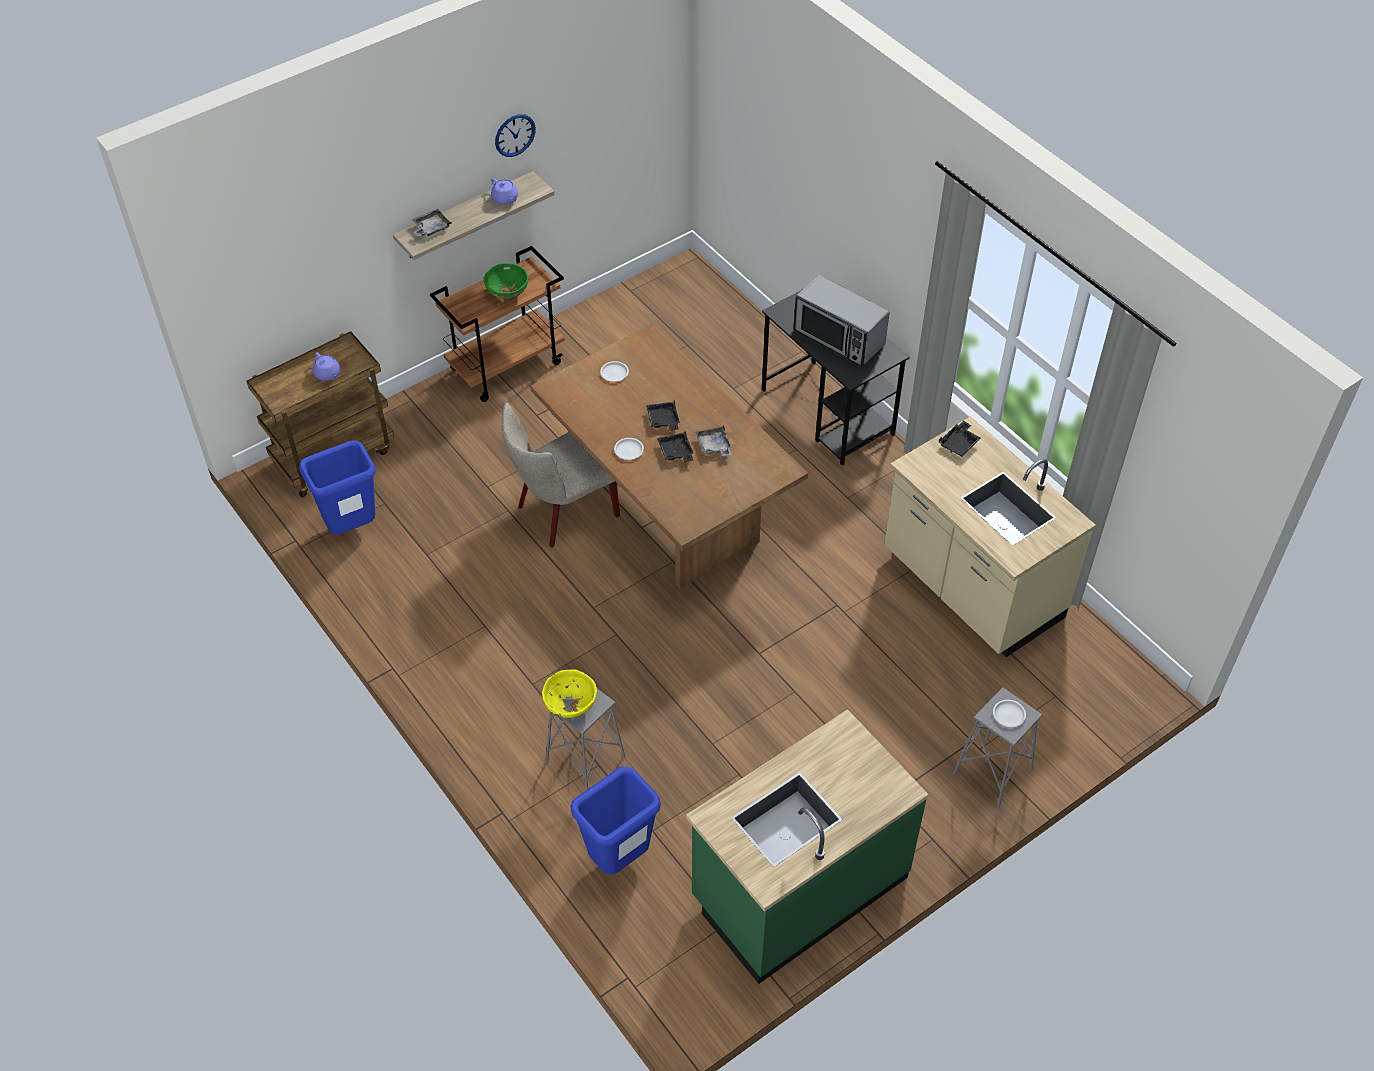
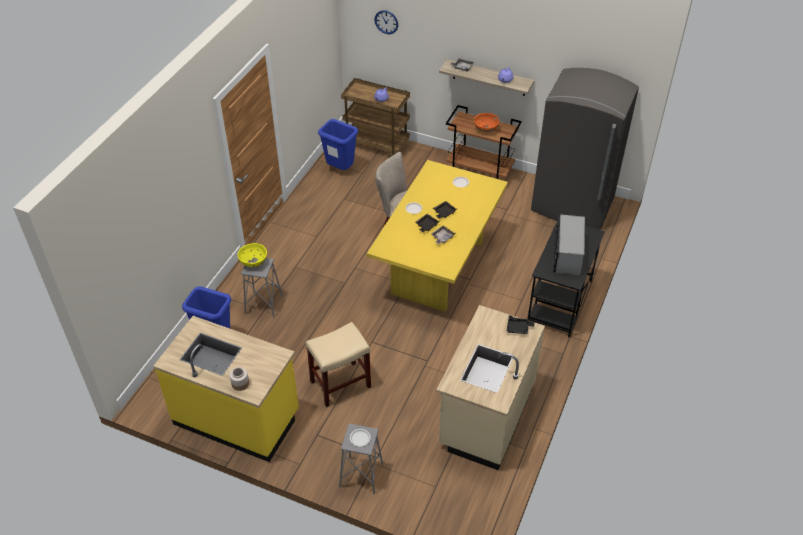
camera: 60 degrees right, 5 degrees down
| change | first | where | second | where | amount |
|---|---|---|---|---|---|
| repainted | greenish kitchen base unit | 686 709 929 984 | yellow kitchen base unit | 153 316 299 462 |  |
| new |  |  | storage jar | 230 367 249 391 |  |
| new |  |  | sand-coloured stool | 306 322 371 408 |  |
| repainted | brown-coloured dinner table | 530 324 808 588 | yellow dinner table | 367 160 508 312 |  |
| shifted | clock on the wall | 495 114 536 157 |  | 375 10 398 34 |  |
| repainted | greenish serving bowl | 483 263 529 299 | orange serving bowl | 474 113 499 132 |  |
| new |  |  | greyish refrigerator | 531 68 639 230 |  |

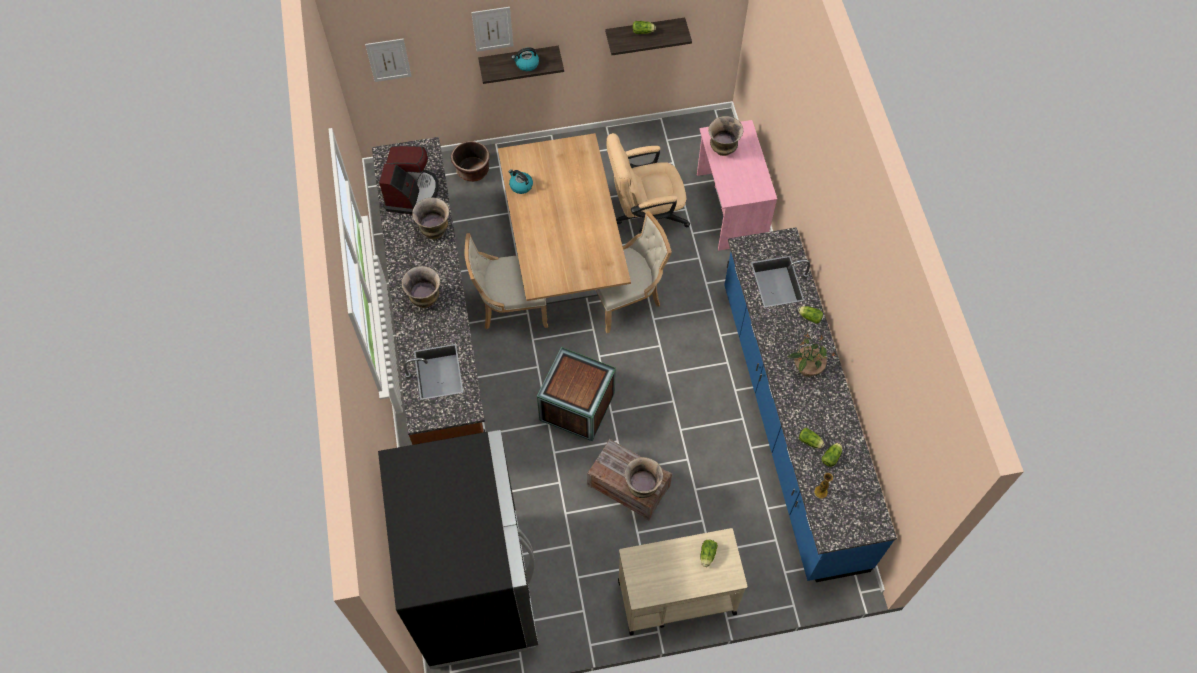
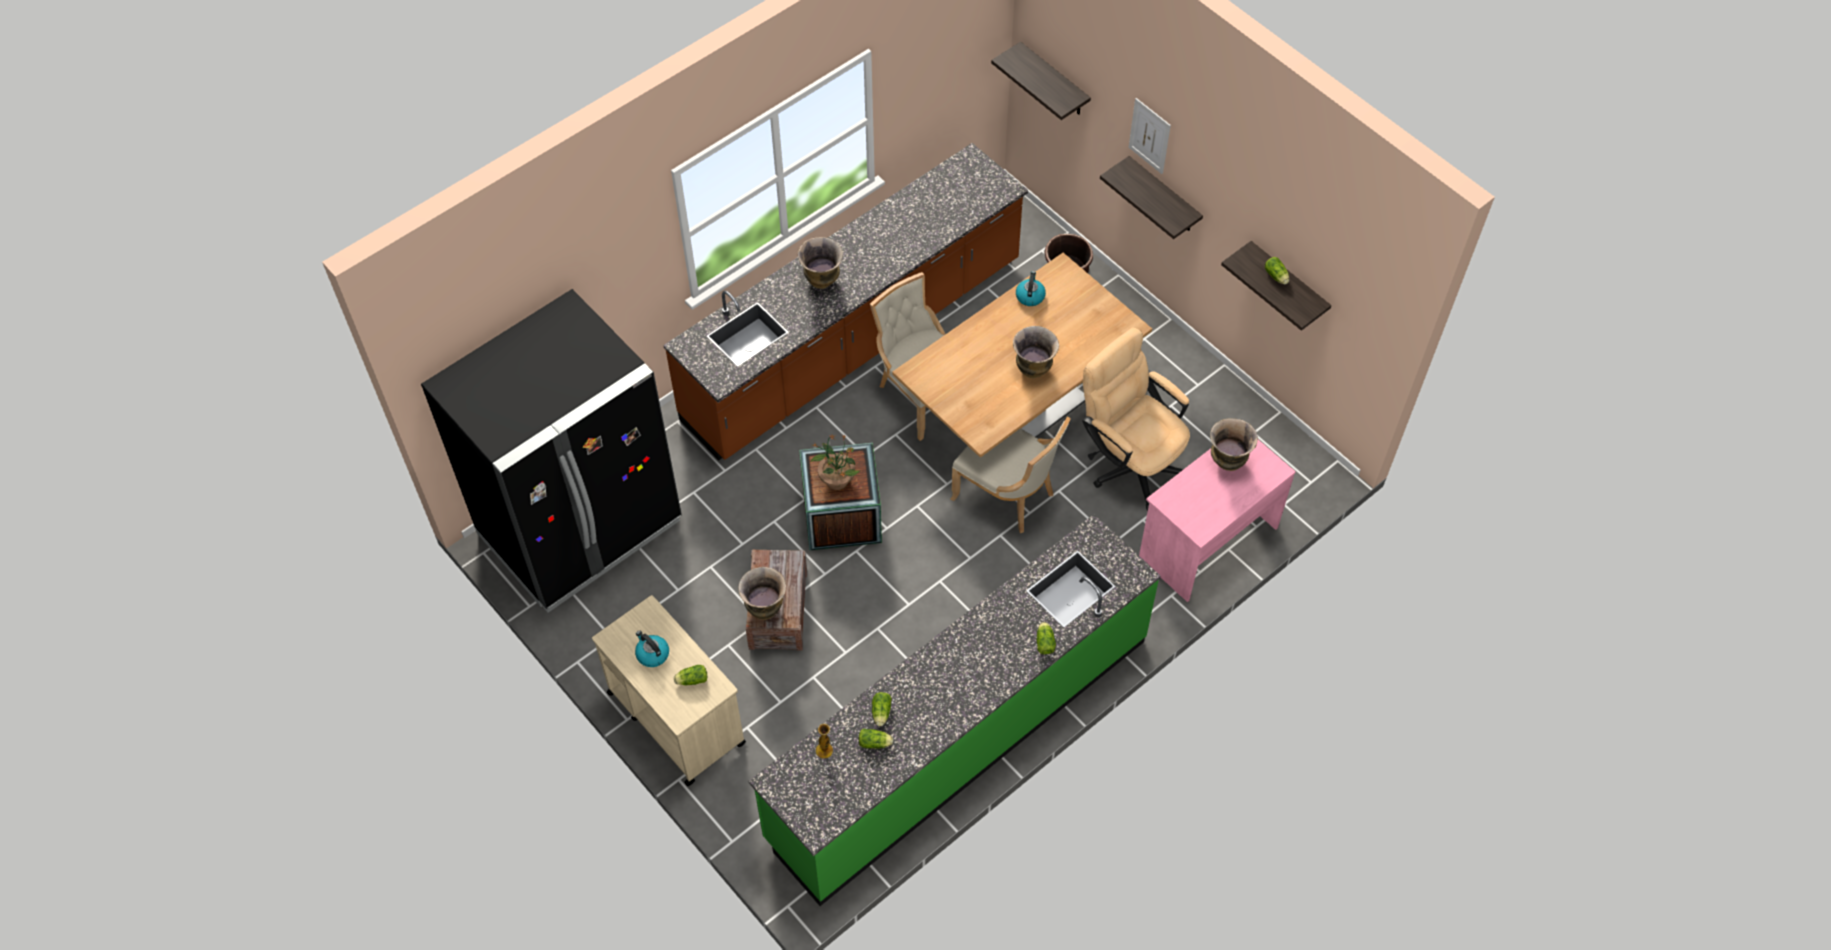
camera: 60 degrees right, 5 degrees down
| change | first | where | second | where | amount |
|---|---|---|---|---|---|
| shifted | water kettle | 512 48 539 71 |  | 635 631 669 667 |  |
| repainted | blue kitchen base unit | 724 227 897 582 | greenish kitchen base unit | 749 514 1160 906 |  |
| shifted | houseplant | 787 333 836 377 |  | 811 434 859 490 |  |
| swapped | wall art | 365 38 412 82 | bracket shelf | 991 42 1091 120 |  |
| shifted | flower vase | 412 198 449 239 |  | 1013 326 1059 378 |  |
| gone | coffee maker | 379 146 438 214 |  |  |  |

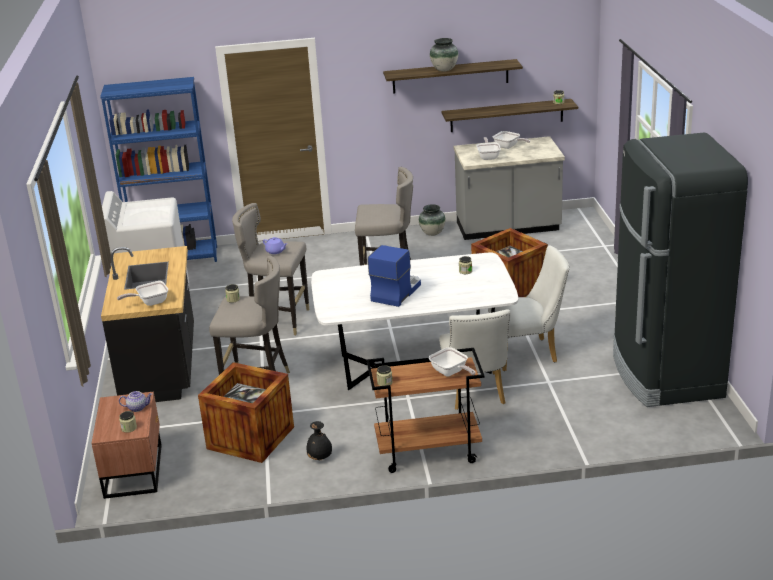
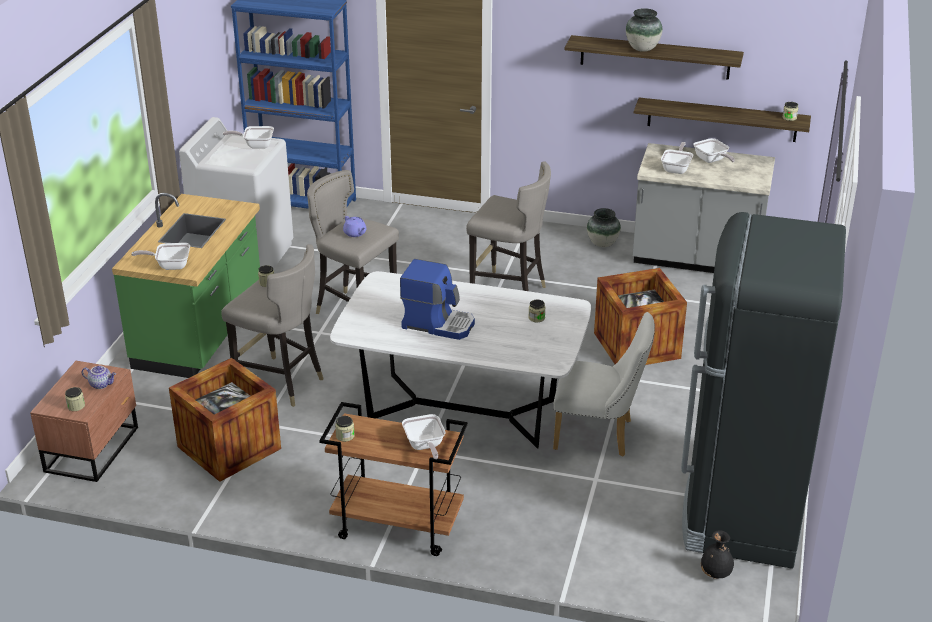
camera: 20 degrees right, 5 degrees up
| change | first | where | second | where | amount |
|---|---|---|---|---|---|
| repainted | black-coloured kitchen base unit | 101 246 194 402 | greenish kitchen base unit | 112 193 260 378 |  |
| new |  |  | frying pan | 223 126 274 149 |  |
| rotated | coffee maker | 368 245 421 307 |  | 400 259 475 340 | 60 degrees clockwise |
| shifted | black-coloured flower vase | 306 421 332 460 |  | 701 530 734 579 |  |
| gone | white-coloured plain chair | 439 309 510 410 |  |  |  |

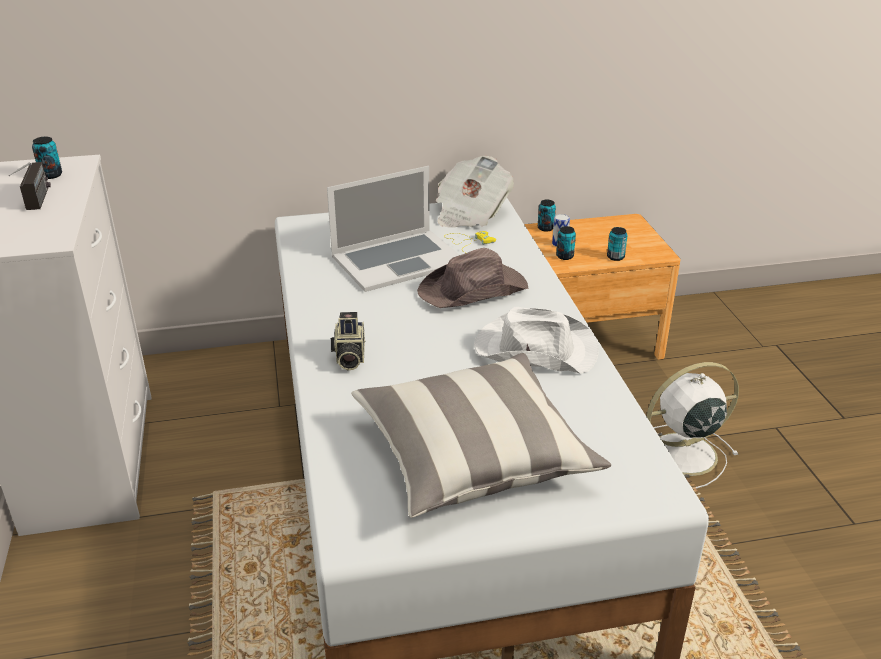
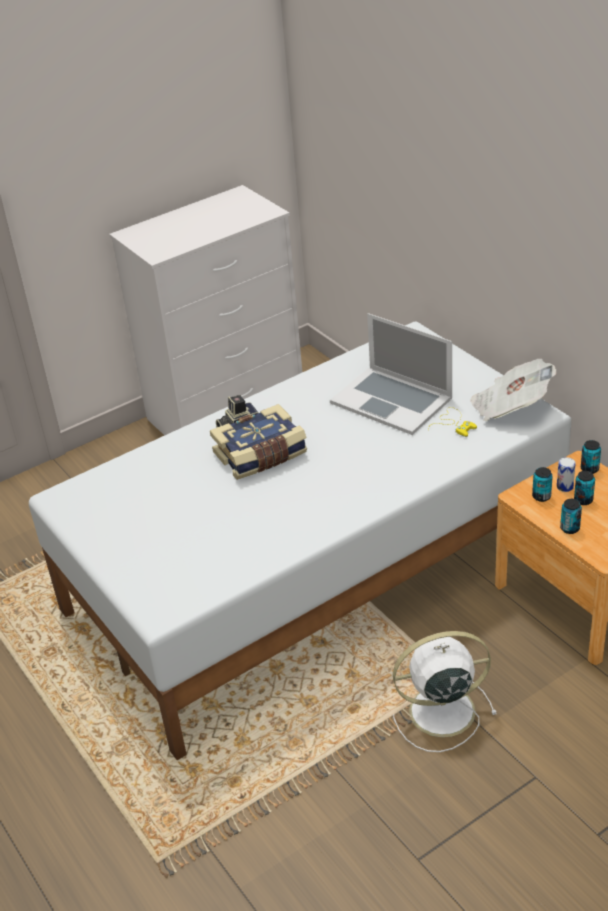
camera: 70 degrees right, 5 degrees up
| change | first | where | second | where | amount |
|---|---|---|---|---|---|
| new |  |  | volume | 210 404 307 480 |  |
| rotated | white-coloured cooling fan | 647 362 739 489 |  | 393 631 497 752 | 60 degrees counterclockwise |
| shifted | sealed can | 32 137 62 179 |  | 574 471 595 505 |  |
| gone | radio receiver | 9 162 51 210 |  |  |  |
| gone | pillow | 351 353 611 518 |  |  |  |
| gone | brown-coloured hat | 417 248 529 308 |  |  |  |
| gone | white-coloured hat | 474 307 599 374 |  |  |  |

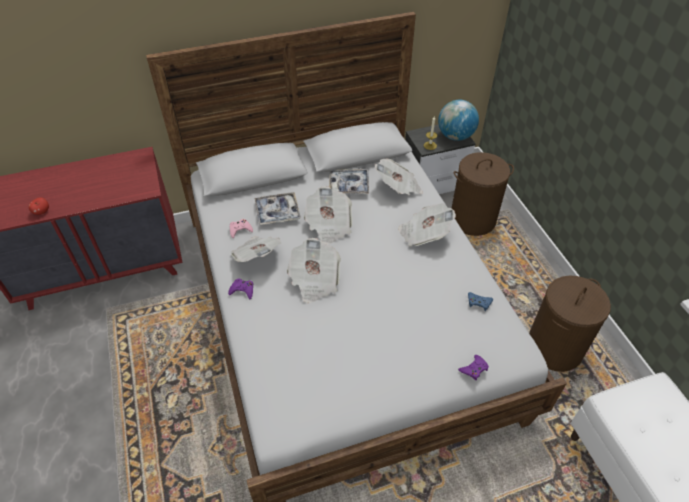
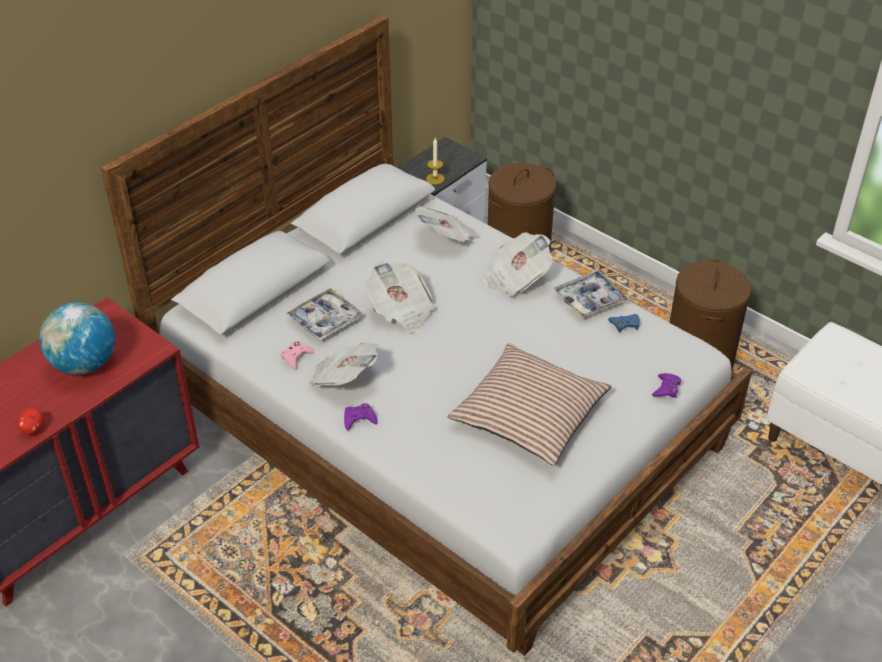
camera: 30 degrees left, 5 degrees down
| change | first | where | second | where | amount |
|---|---|---|---|---|---|
| shifted | world globe | 438 100 479 141 |  | 40 302 115 375 |  |
| new |  |  | pillow | 448 343 611 466 |  |
| shifted | carrying tray | 329 169 369 194 |  | 554 270 629 318 |  |
| gone | daily paper | 287 238 341 303 |  |  |  |

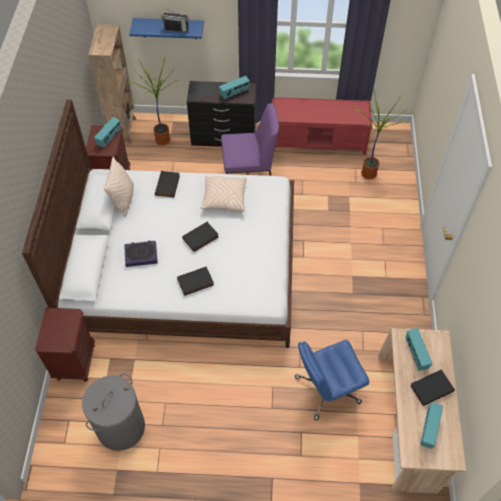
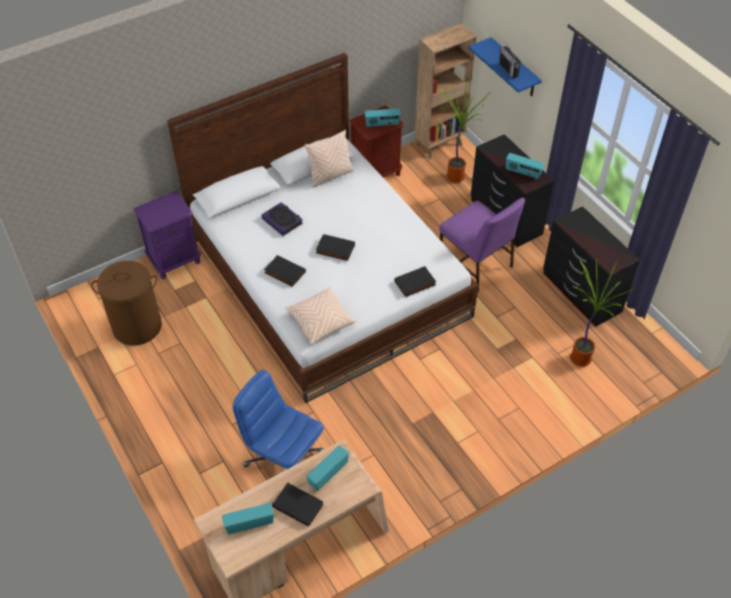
camera: 55 degrees right, 5 degrees down
| change | first | where | second | where | amount |
|---|---|---|---|---|---|
| repainted | greyish laundry basket | 82 373 145 451 | brown-coloured laundry basket | 91 261 162 346 |  |
| repainted | brown-coloured night table | 35 307 95 382 | purplish night table | 133 191 201 279 |  |
| shifted | sand-coloured pillow | 201 176 246 212 |  | 285 287 356 345 |  |
| shifted | black-coloured volume | 155 171 180 197 |  | 395 266 436 297 |  |
| swapped | red long seat | 272 97 372 155 | black-coloured chest of drawers | 543 206 640 327 |  |

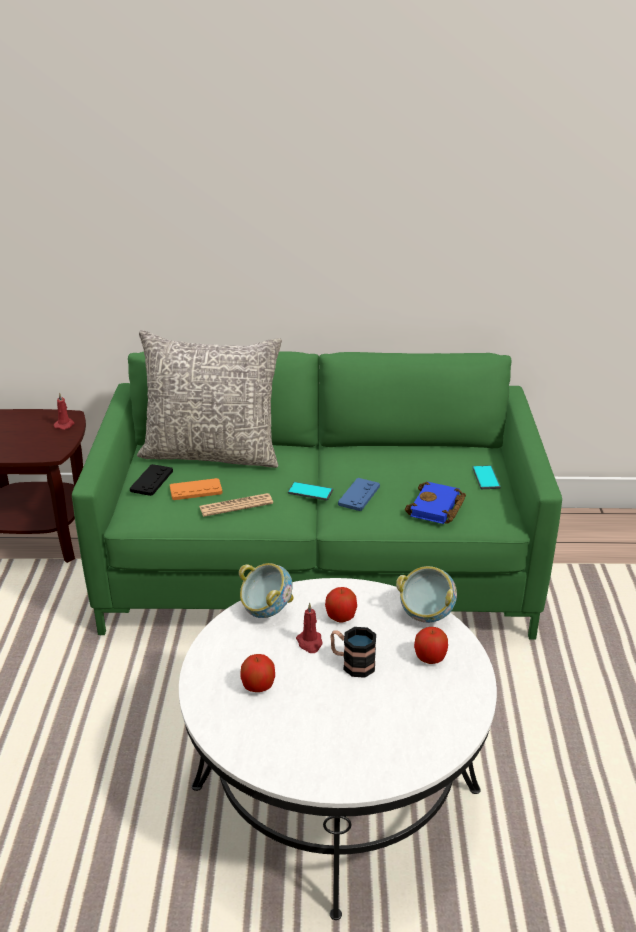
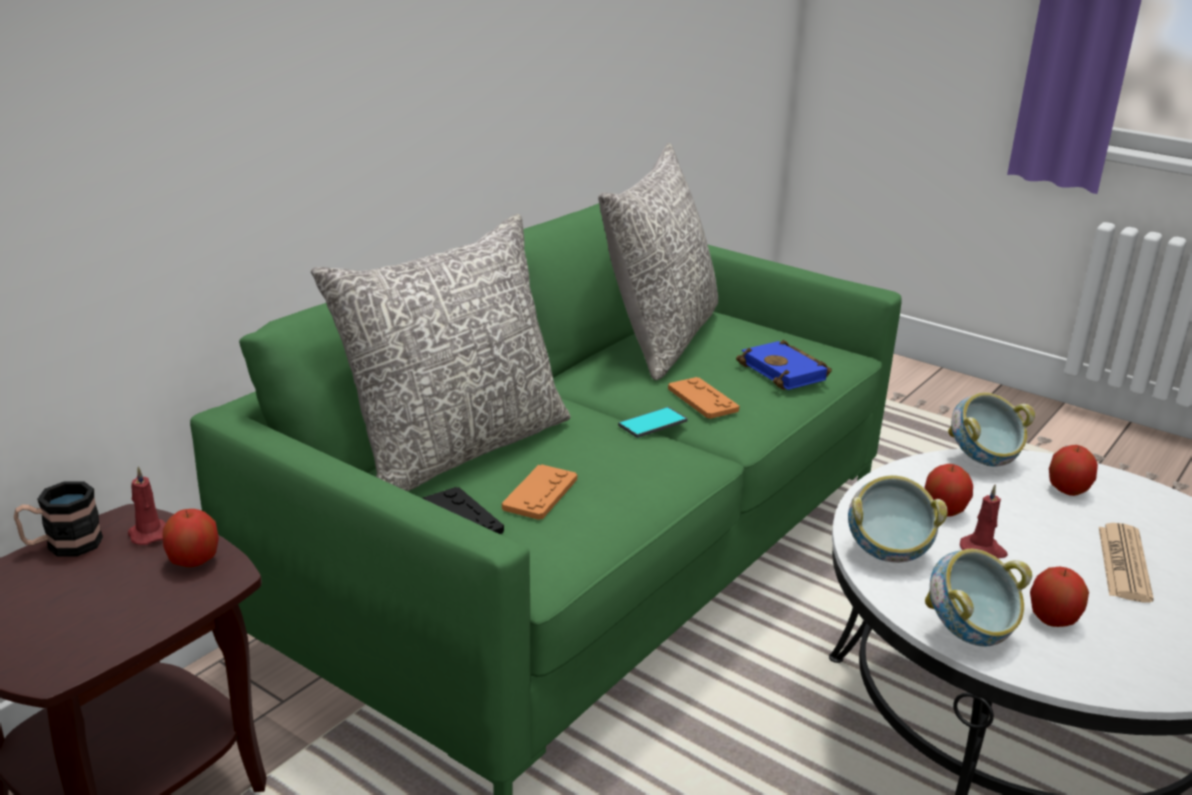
camera: 55 degrees left, 5 degrees down
| change | first | where | second | where | amount |
|---|---|---|---|---|---|
| shifted | mug | 330 627 376 678 |  | 14 481 103 557 |  |
| new |  |  | apple fruit | 162 509 219 567 |  |
| new |  |  | greyish pillow | 598 143 718 380 |  |
| repainted | blue game controller | 338 478 380 511 | orange game controller | 668 377 739 419 |  |
| new |  |  | serving bowl | 925 549 1032 646 |  |
| shifted | daily paper | 199 493 273 517 |  | 1099 523 1154 603 |  |
| gone | telephone | 472 465 501 489 |  |  |  |

